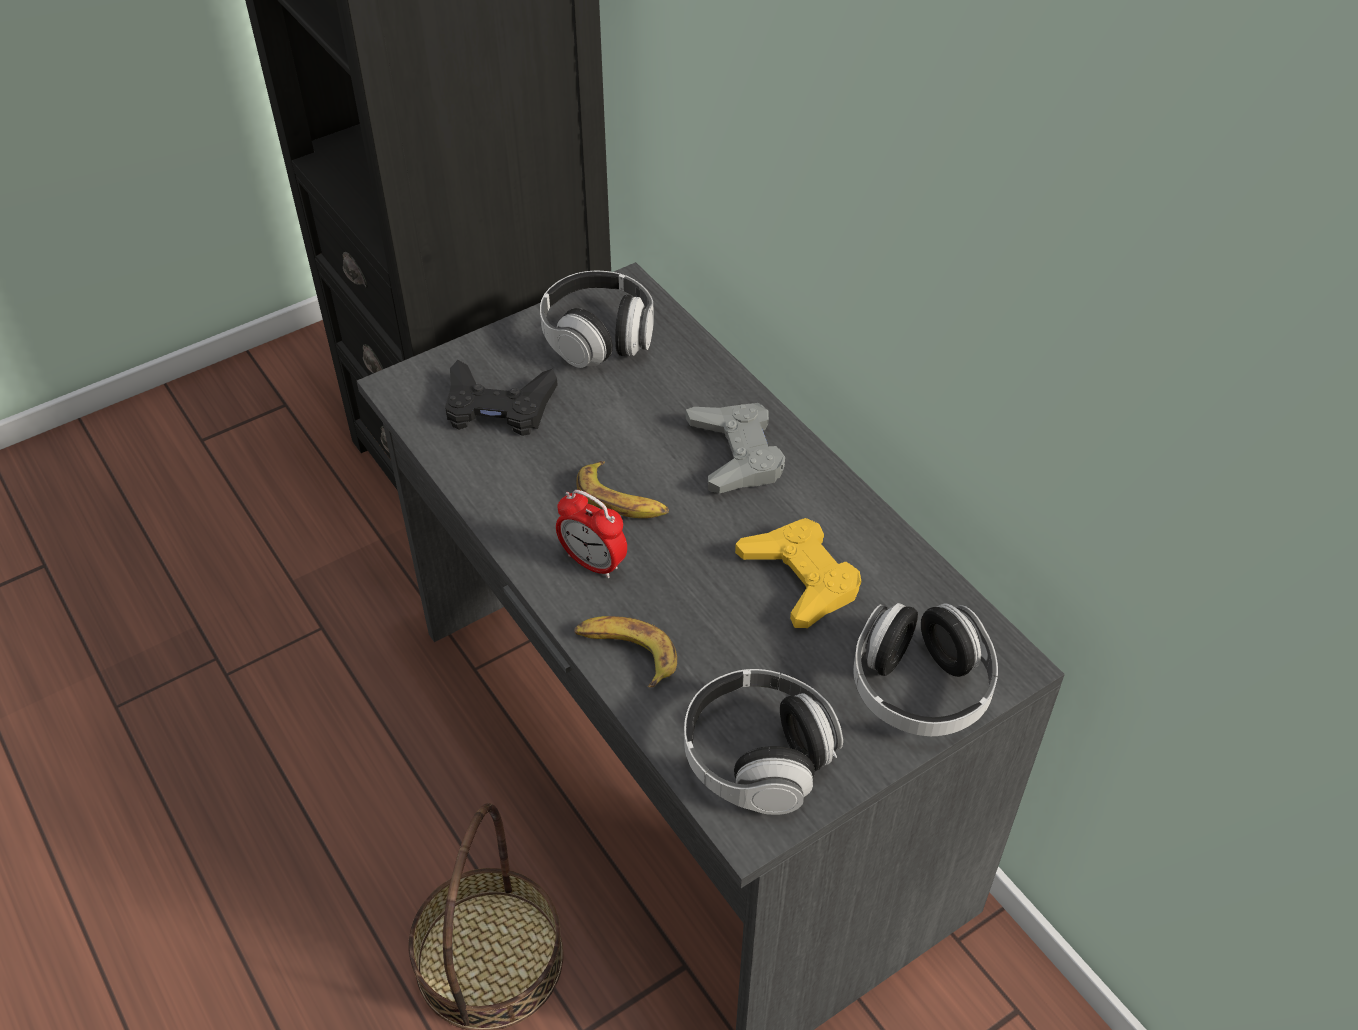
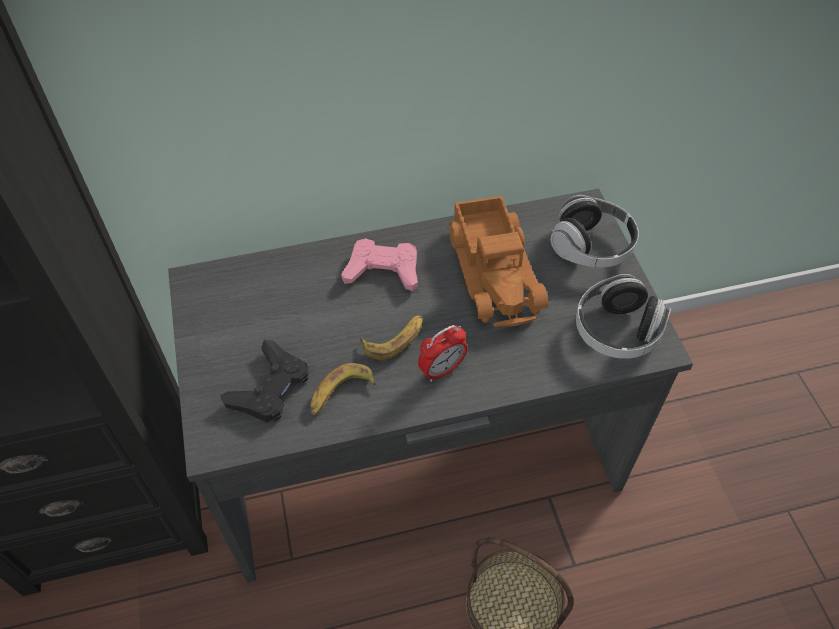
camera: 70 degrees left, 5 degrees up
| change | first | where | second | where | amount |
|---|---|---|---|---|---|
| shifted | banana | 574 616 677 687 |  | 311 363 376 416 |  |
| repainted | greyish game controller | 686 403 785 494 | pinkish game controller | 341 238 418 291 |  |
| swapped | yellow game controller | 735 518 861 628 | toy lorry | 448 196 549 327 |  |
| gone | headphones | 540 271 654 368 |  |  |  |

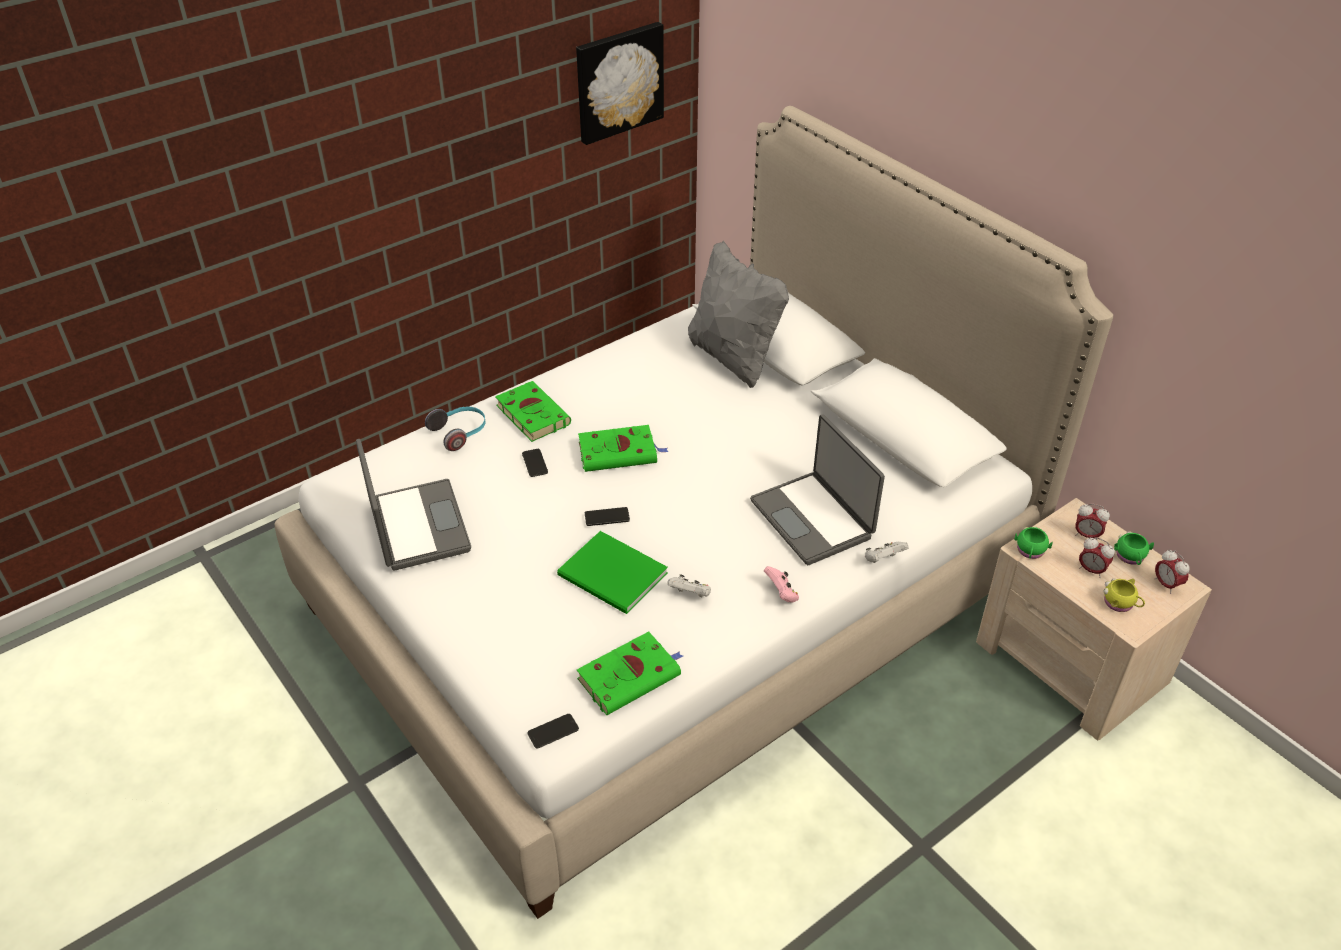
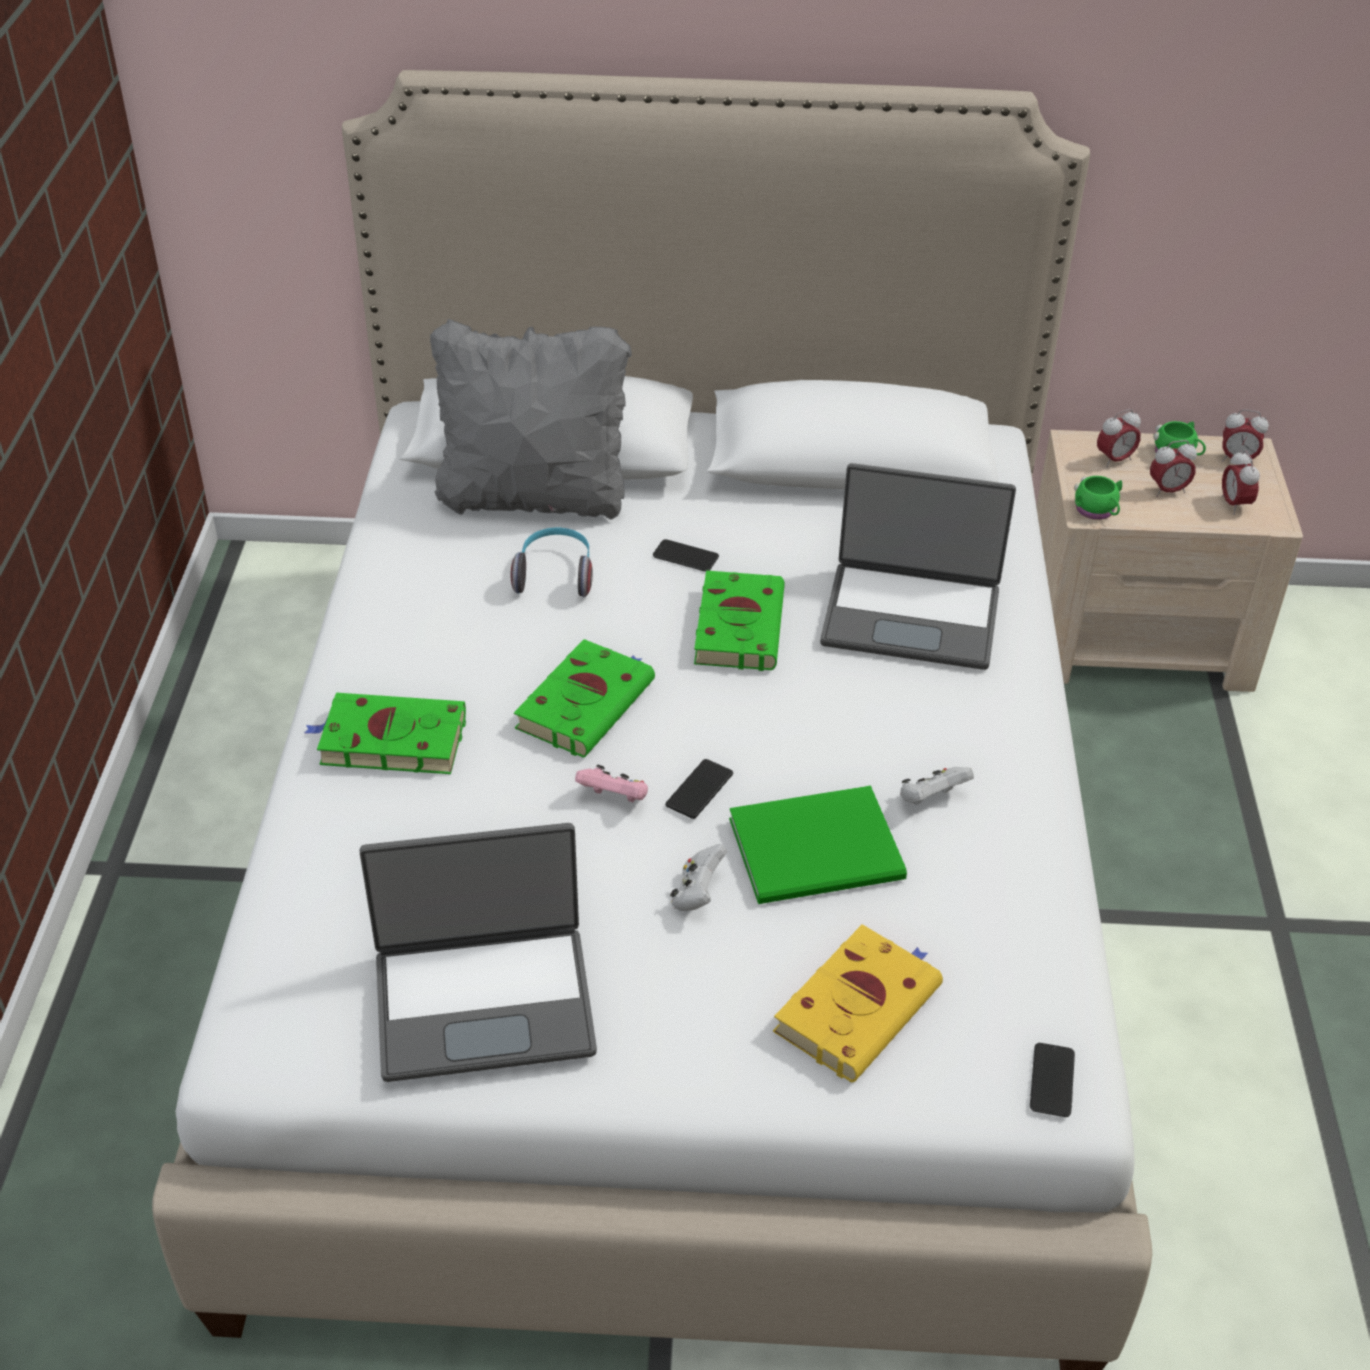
camera: 50 degrees left, 0 degrees up
| change | first | where | second | where | amount |
|---|---|---|---|---|---|
| rotated | laptop | 356 439 471 571 |  | 360 823 597 1082 | 150 degrees clockwise |
| shifted | headphones | 425 407 486 451 |  | 511 527 593 597 |  |
| shifted | pinkish game controller | 764 566 799 602 |  | 575 765 648 802 |  |
| shifted | telephone | 522 449 548 477 |  | 653 539 719 572 |  |
| shifted | white-coloured game controller | 865 542 909 563 |  | 670 844 727 911 |  |
| shifted | greenish volume | 577 631 683 715 |  | 694 570 785 671 |  |
| new |  |  | yellow volume | 773 924 943 1082 |  |
| swapped | yellow mug | 1103 578 1145 612 | bedside clock | 1222 450 1260 515 |  |
| gone | wall art | 576 22 664 145 |  |  |  |

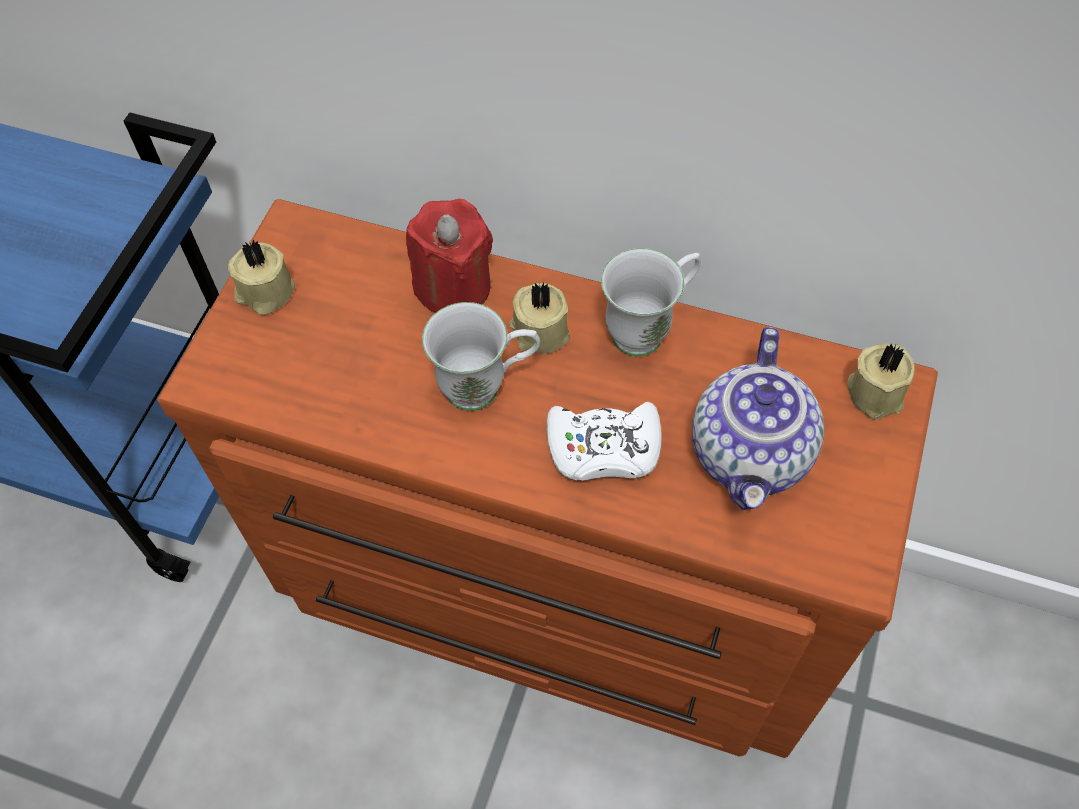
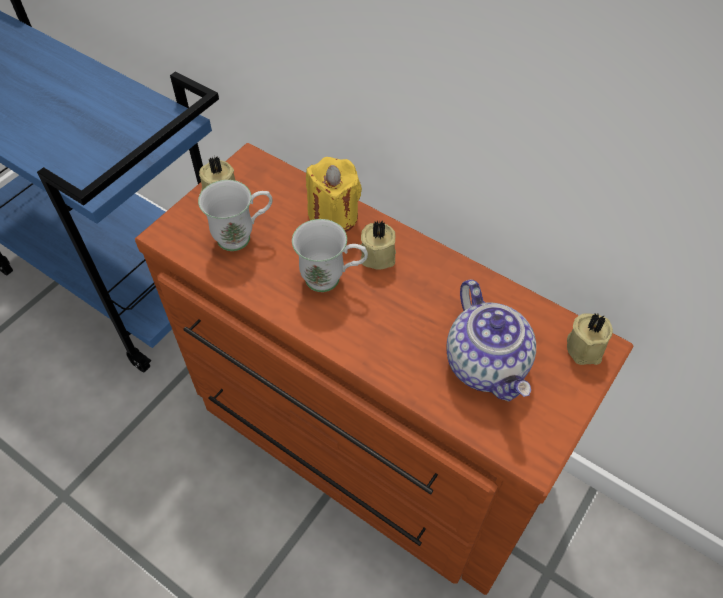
camera: 15 degrees right, 5 degrees down
| change | first | where | second | where | amount |
|---|---|---|---|---|---|
| shifted | white-coloured mug | 601 248 701 356 |  | 198 180 272 251 |  |
| repainted | red wax light | 406 199 493 313 | yellow wax light | 306 157 362 232 |  |
| rotated | pot for tea | 692 327 824 510 |  | 446 280 536 402 | 45 degrees counterclockwise |
| gone | white-coloured game controller | 547 402 662 481 |  |  |  |

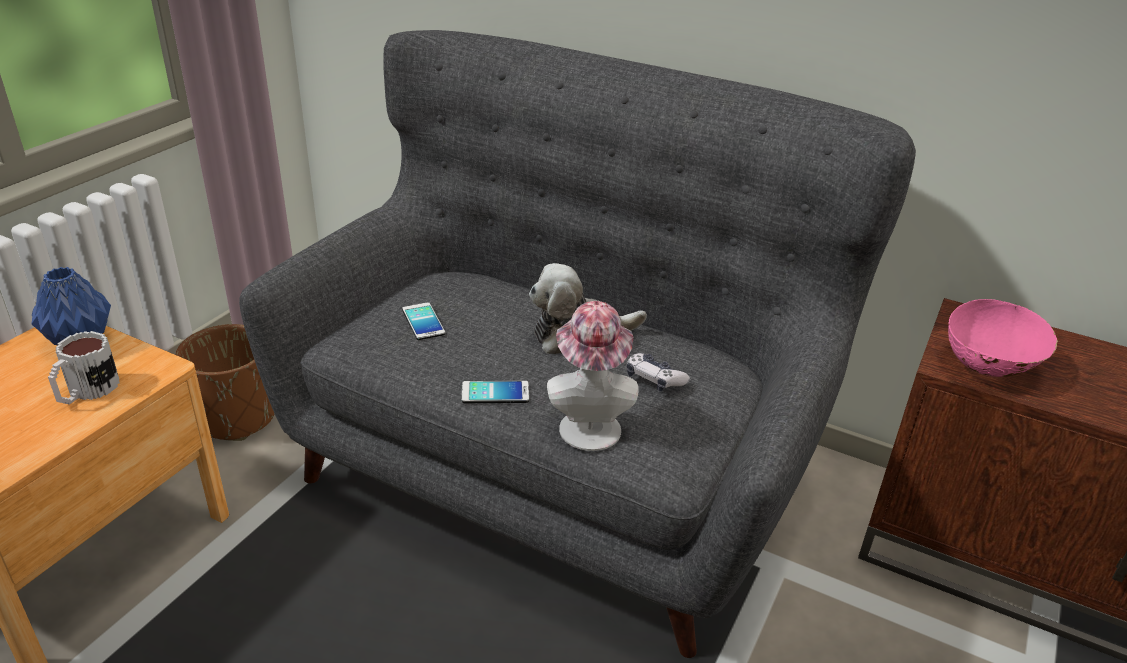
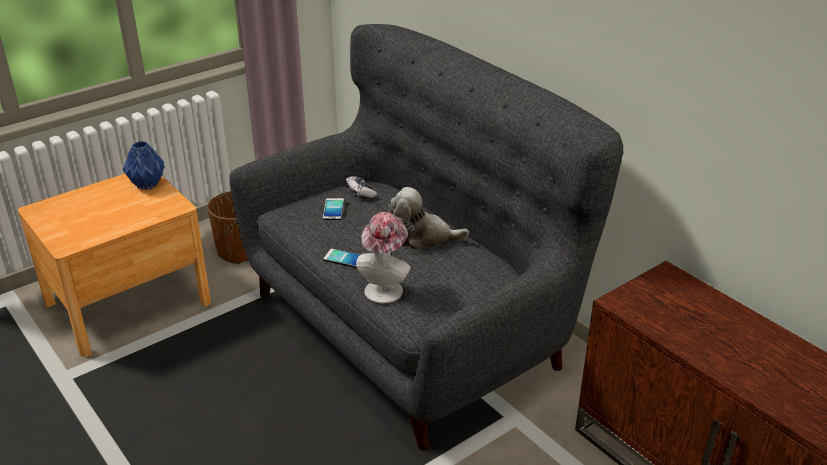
camera: 25 degrees right, 0 degrees up
| change | first | where | second | where | amount |
|---|---|---|---|---|---|
| shifted | game controller | 627 353 690 391 |  | 345 176 377 198 |  |
| gone | mug | 48 331 120 405 |  |  |  |
| gone | pinkish serving bowl | 948 299 1058 377 |  |  |  |

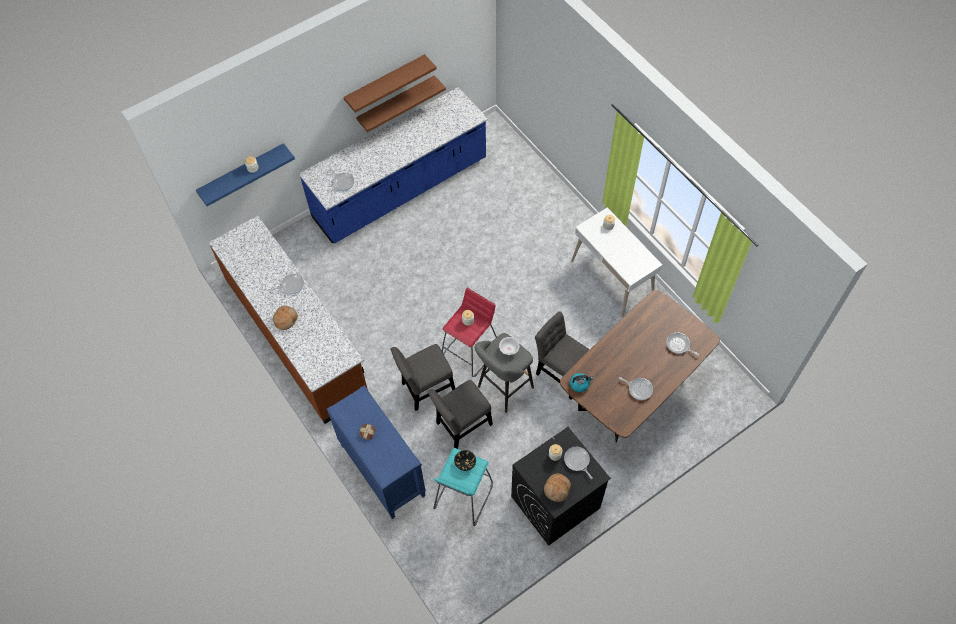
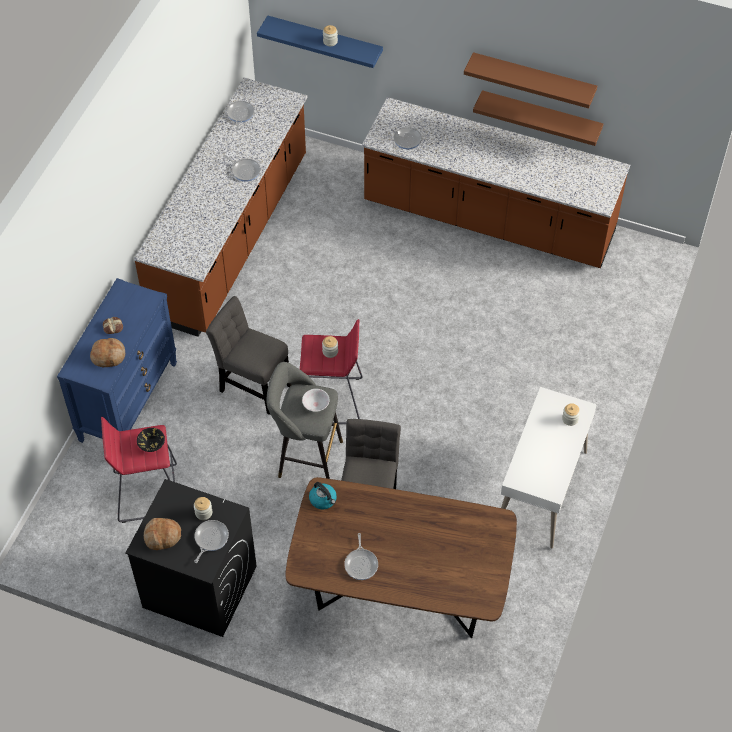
camera: 55 degrees right, 5 degrees down
| change | first | where | second | where | amount |
|---|---|---|---|---|---|
| shifted | bread | 273 306 298 330 |  | 90 338 125 367 |  |
| repainted | turquoise stool | 433 448 493 526 | red stool | 101 417 177 523 |  |
| shifted | frying pan | 666 332 699 356 |  | 227 101 254 131 |  |
| repainted | blue kitchen base unit | 299 87 488 244 | brown-coloured kitchen base unit | 362 97 630 268 |  |
| gone | greyish plain chair | 427 380 493 449 |  |  |  |

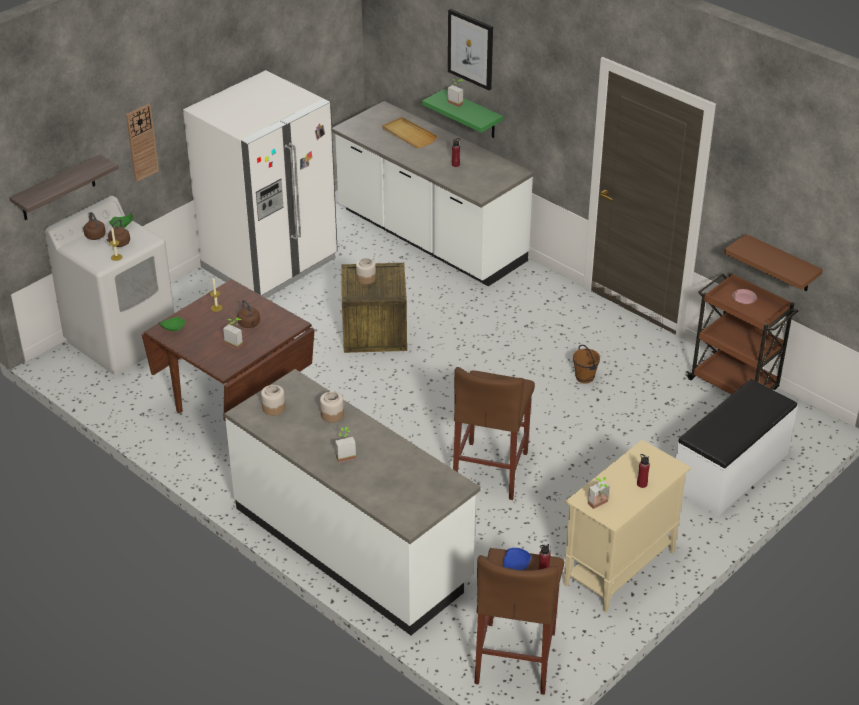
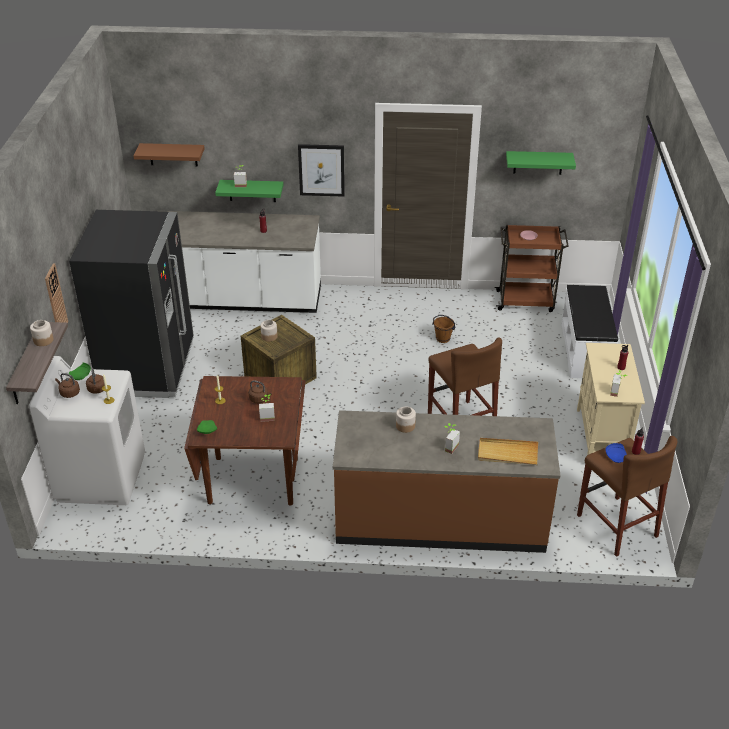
camera: 40 degrees left, 0 degrees up
| change | first | where | second | where | amount |
|---|---|---|---|---|---|
| shifted | storage jar | 261 385 285 416 |  | 30 320 54 346 |  |
| repainted | white-coloured refrigerator | 183 70 338 298 | black-coloured refrigerator | 69 210 194 398 |  |
| shifted | brown-coloured bracket shelf | 724 234 823 292 |  | 133 143 205 167 |  |
| shifted | wall art | 448 9 493 90 |  | 298 144 345 197 |  |
| repainted | white-coloured kitchen base unit | 224 369 481 635 | brown-coloured kitchen base unit | 333 410 561 553 |  |
| shifted | sand-coloured carrying tray | 382 117 438 148 |  | 478 438 538 465 |  |
| new |  |  | greenish bracket shelf | 506 151 576 175 |  |

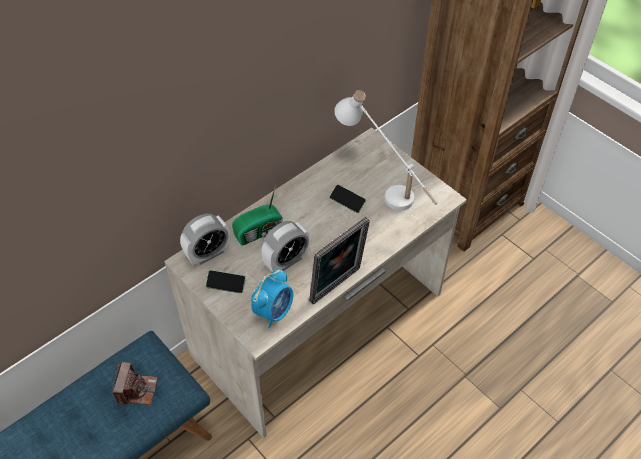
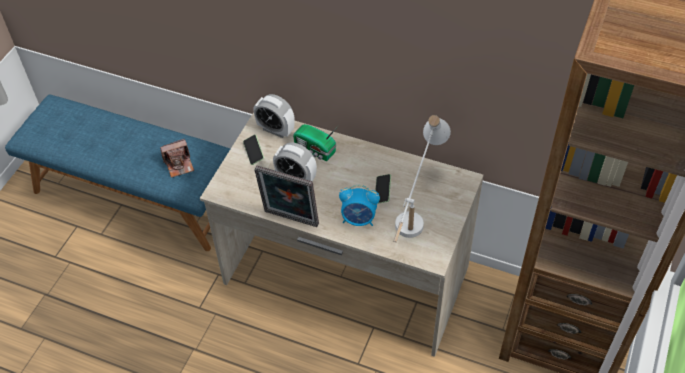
camera: 65 degrees right, 0 degrees up
| change | first | where | second | where | amount |
|---|---|---|---|---|---|
| shifted | bedside clock | 251 268 293 328 |  | 339 185 380 226 |  |

